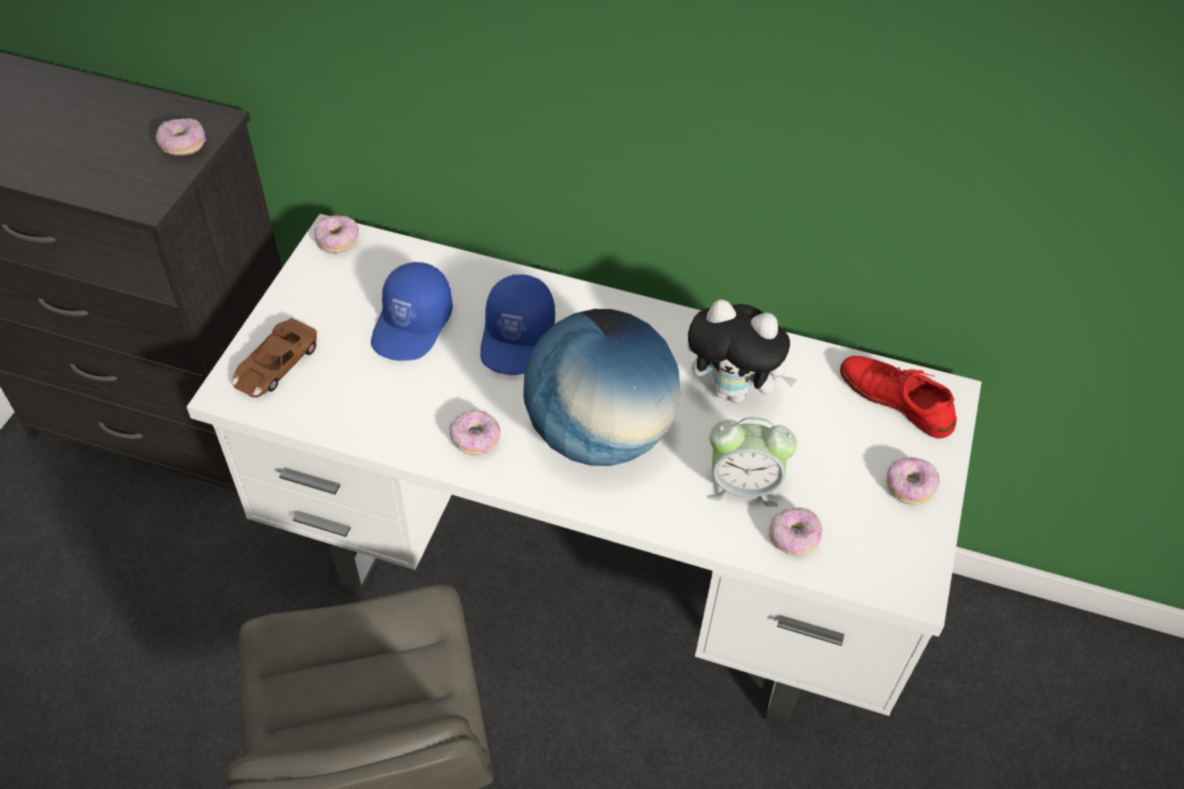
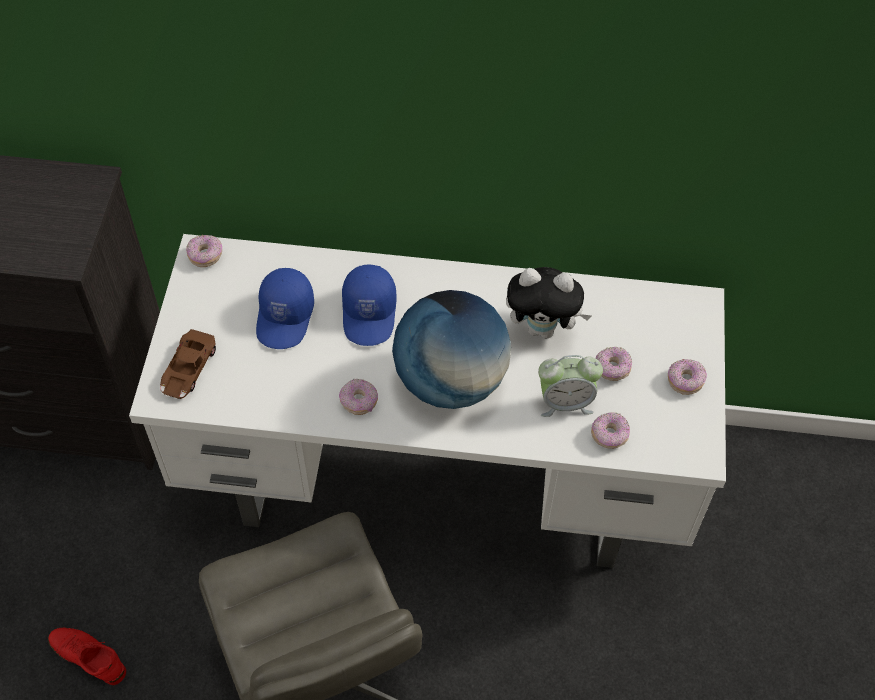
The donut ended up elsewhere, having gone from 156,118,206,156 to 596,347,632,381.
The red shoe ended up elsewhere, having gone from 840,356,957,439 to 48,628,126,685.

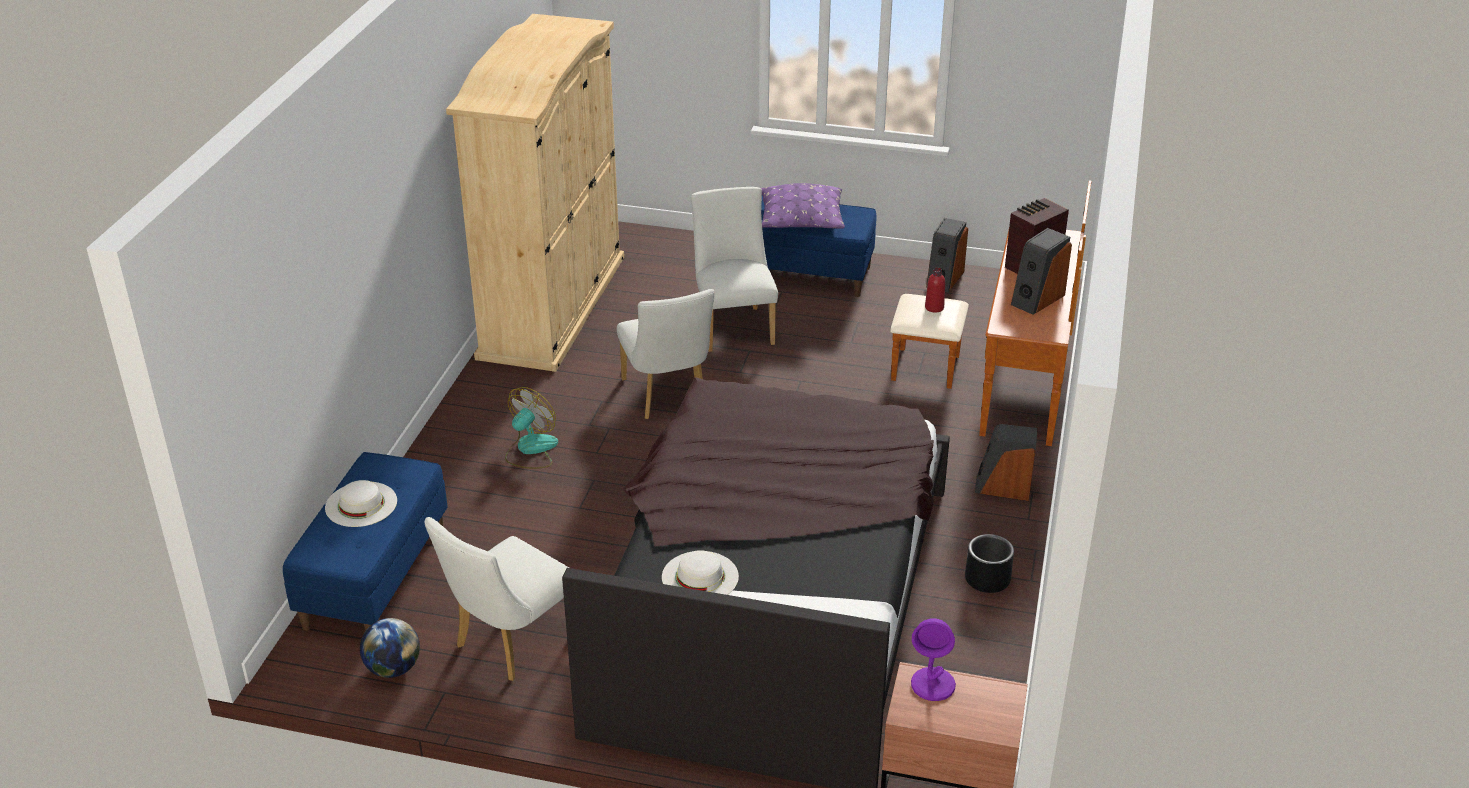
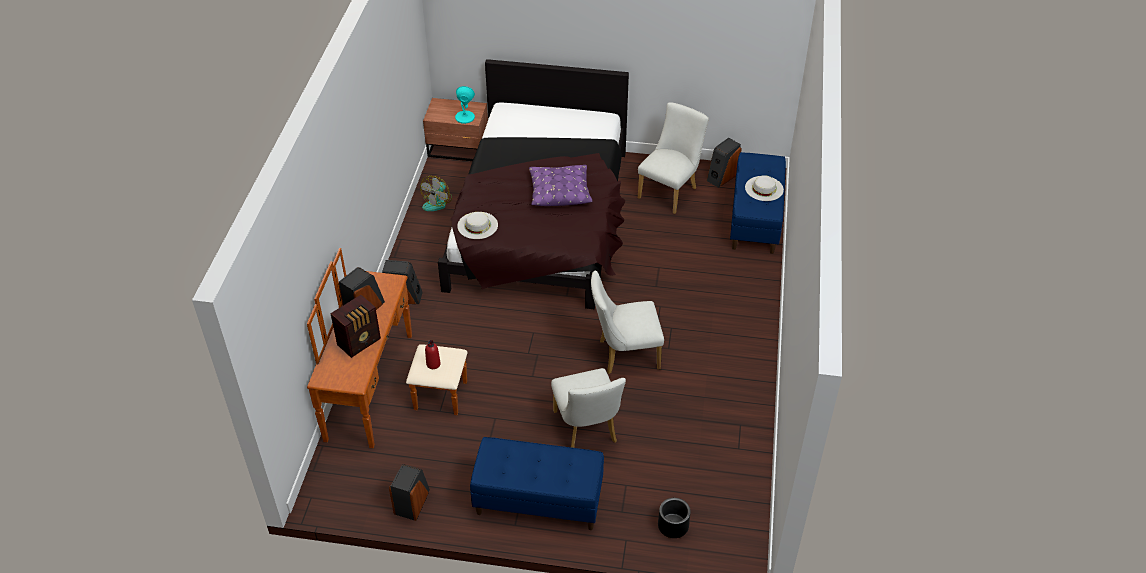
The second view lost the beige wardrobe at 446,14,624,372.
The purple pillow ended up elsewhere, having gone from 761,183,845,229 to 529,165,592,206.
The white chair at 617,289,715,419 ended up facing another way, 75 degrees counterclockwise from before.
The fan ended up elsewhere, having gone from 505,387,558,469 to 420,176,452,211.
The black planter ended up elsewhere, having gone from 965,534,1014,593 to 658,498,691,538.
The white hat ended up elsewhere, having gone from 662,550,739,595 to 457,212,498,239.
Where the globe stood at 360,618,420,678, the speaker came to stand at 707,138,742,188.
What was the purple table lamp at 911,618,956,701 turned into the turquoise table lamp at 455,86,475,124.

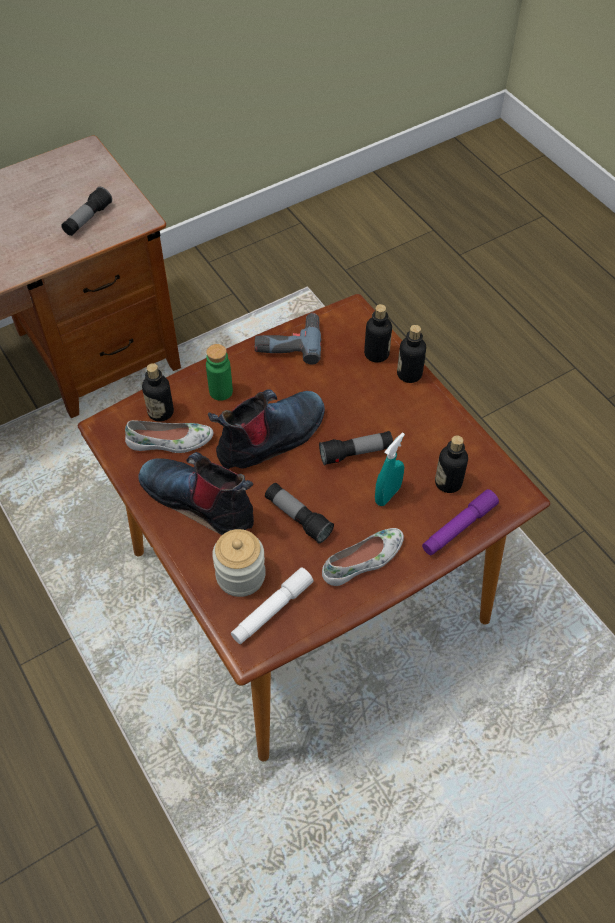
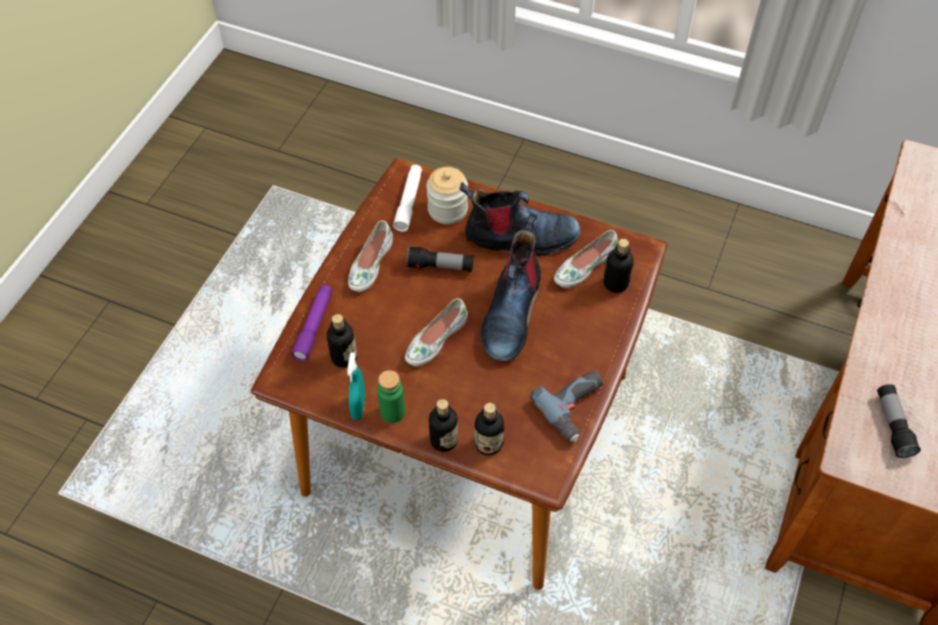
The green bottle ended up elsewhere, having gone from 206,344,233,401 to 377,370,405,423.
Where the flashlight stood at 319,431,393,466, the white shoe came to stand at 405,298,468,366.
The turquoise spray bottle ended up elsewhere, having gone from 375,433,405,506 to 347,353,365,420.

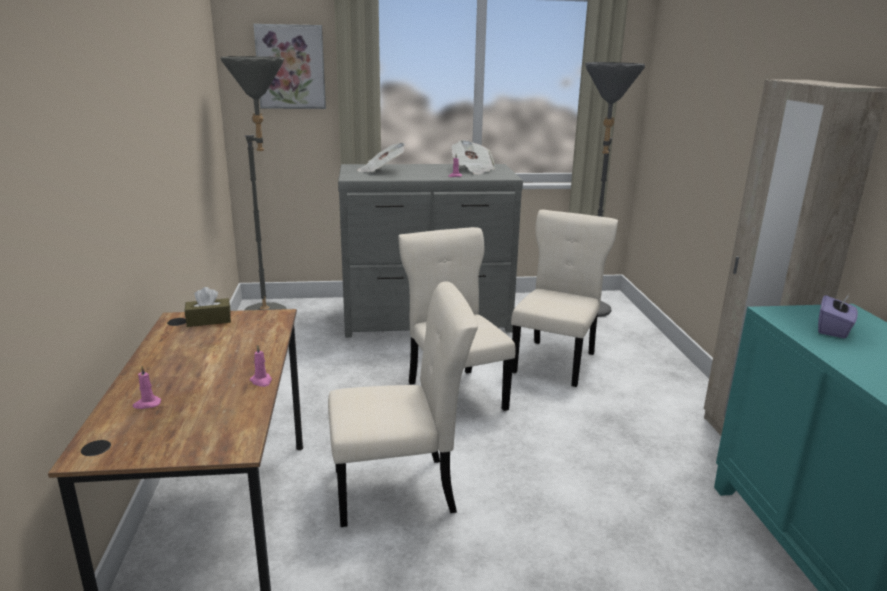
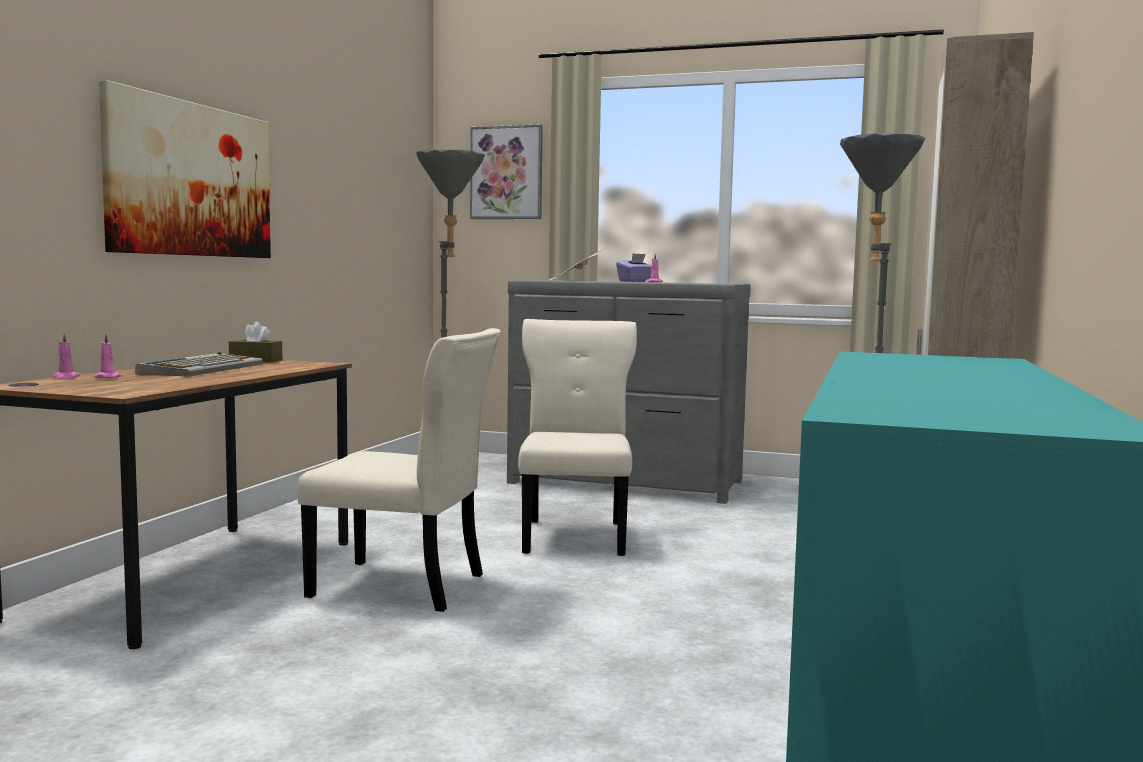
The second view lost the newspaper at 451,140,495,174.
The second view lost the beige chair at 511,210,618,387.
The purple tissue box ended up elsewhere, having gone from 818,294,858,339 to 616,253,652,282.
The pink candle ended up elsewhere, having gone from 249,345,272,387 to 53,333,80,380.
The second view gained the picture at 99,80,271,258.
The second view gained the keyboard at 135,353,263,377.

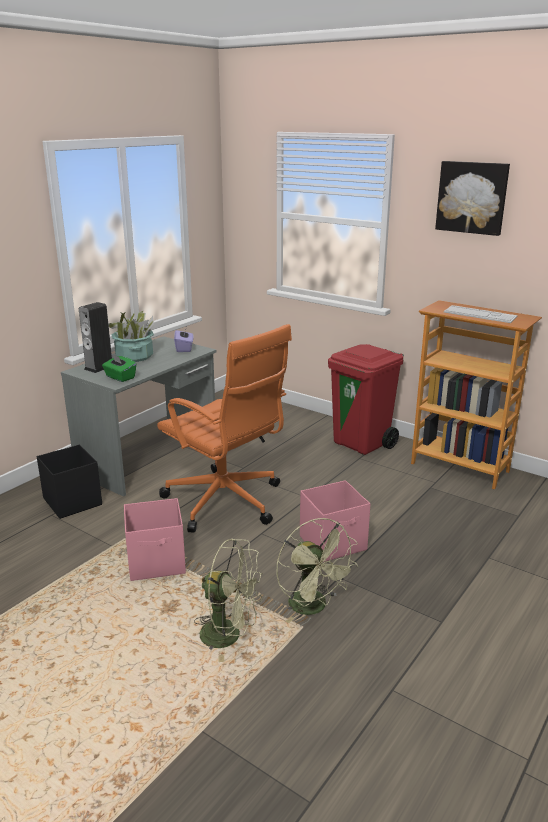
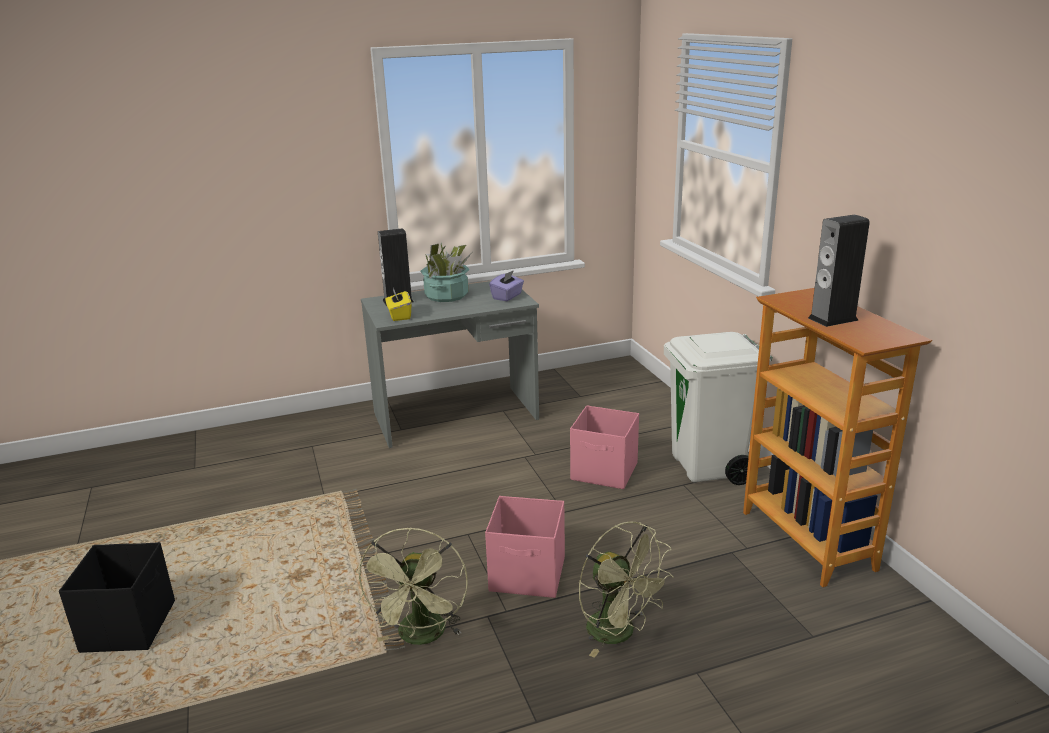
The second view lost the picture at 435,161,510,236.
Where the keyboard stood at 444,305,518,323, the speaker came to stand at 808,215,870,327.
The second view lost the orange office chair at 157,324,292,533.
What was the red trash can at 328,344,404,455 turned into the white trash can at 664,332,773,485.
What was the green tissue box at 102,353,136,382 turned into the yellow tissue box at 385,288,411,321.
The black storage box ended up elsewhere, having gone from 37,445,102,519 to 59,542,175,653.
The pink storage box ended up elsewhere, having gone from 124,498,186,581 to 570,405,639,489.
The green fan ended up elsewhere, having gone from 194,538,263,662 to 579,521,674,658.

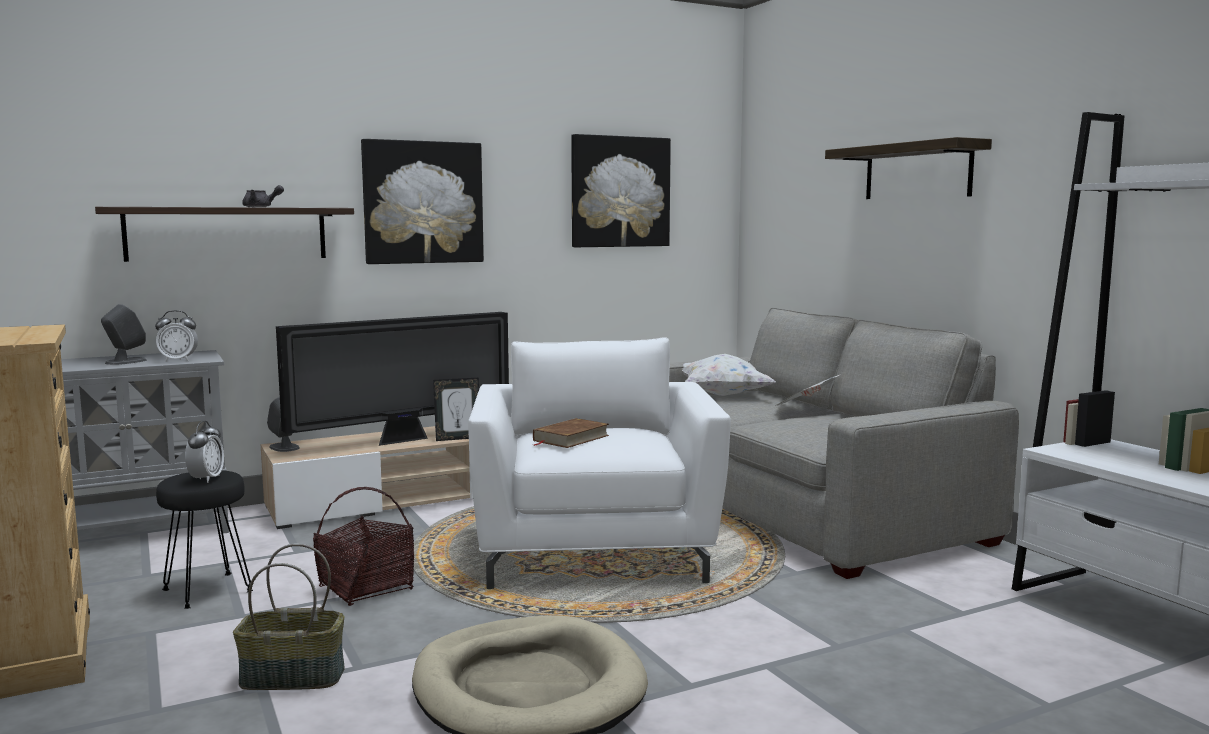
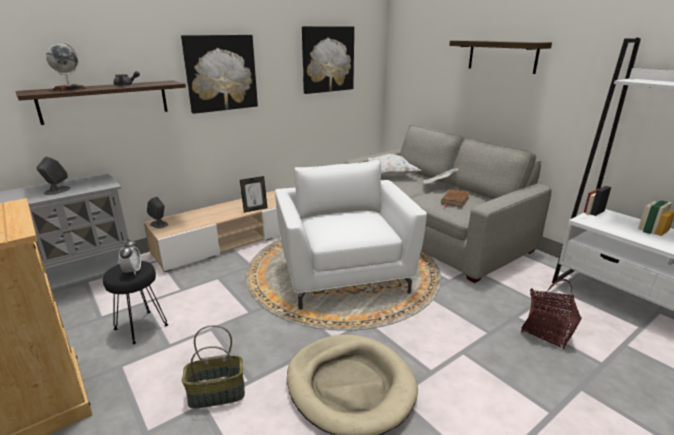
The second view lost the alarm clock at 155,310,198,362.
The second view lost the television at 276,312,509,446.
The brown book ended up elsewhere, having gone from 533,418,609,448 to 441,189,470,208.
The basket ended up elsewhere, having gone from 313,487,414,606 to 521,279,581,349.
The second view gained the globe at 46,42,86,91.

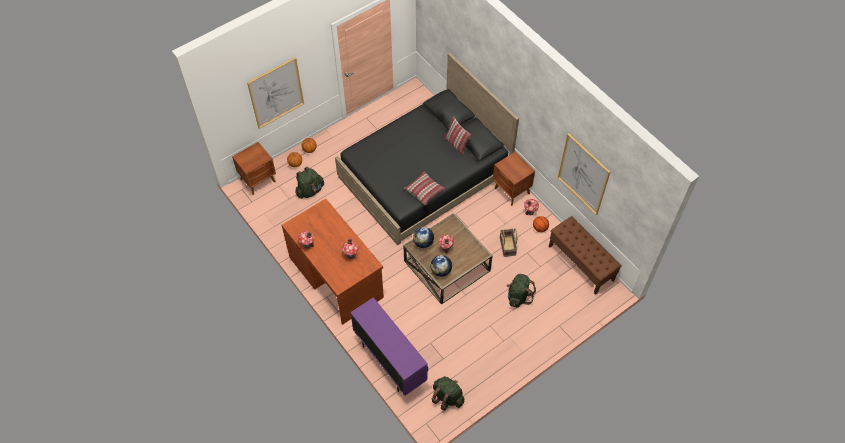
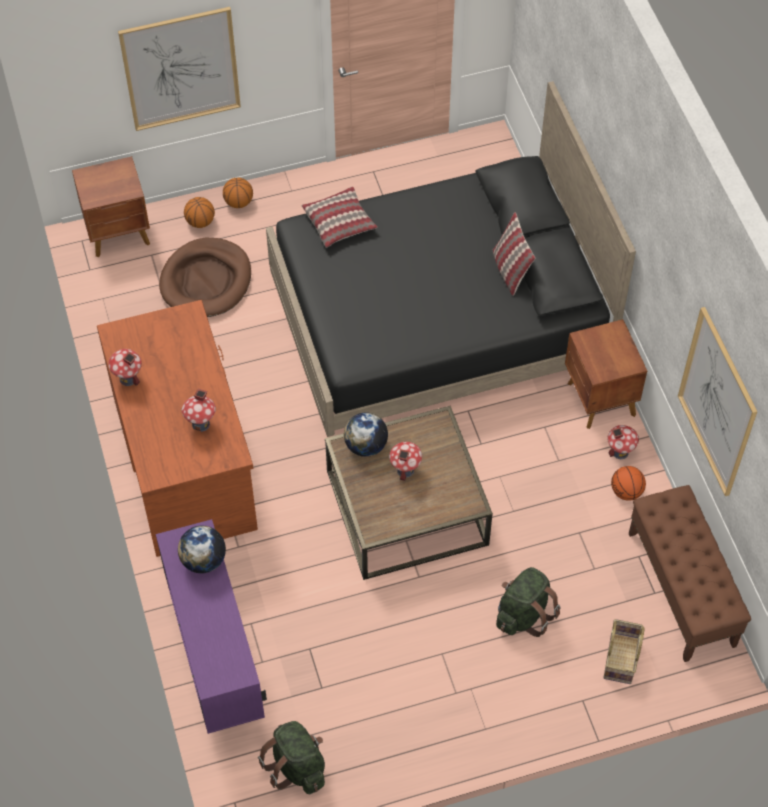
Where the green backpack stood at 295,167,324,199, the brown dog bed came to stand at 159,237,251,317.
The pillow ended up elsewhere, having gone from 405,172,445,205 to 301,187,377,248.
The basket ended up elsewhere, having gone from 500,228,517,257 to 603,619,644,684.
The globe ended up elsewhere, having gone from 431,255,452,277 to 178,526,226,573.

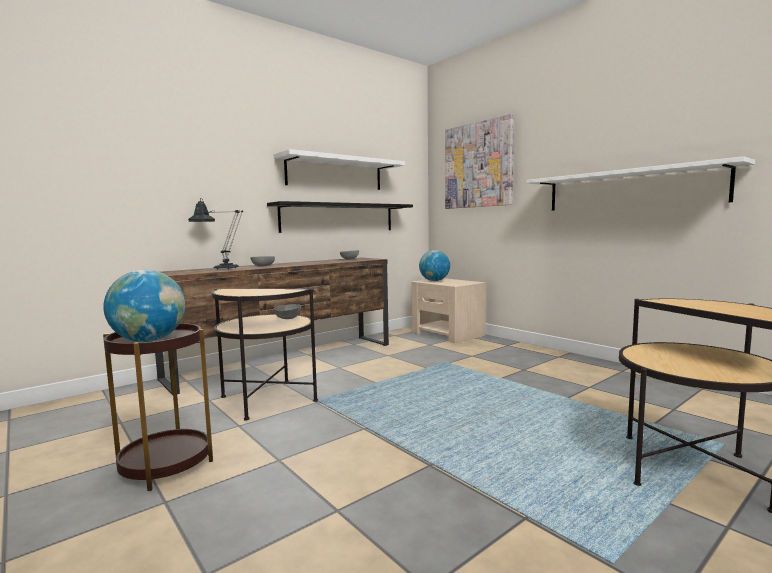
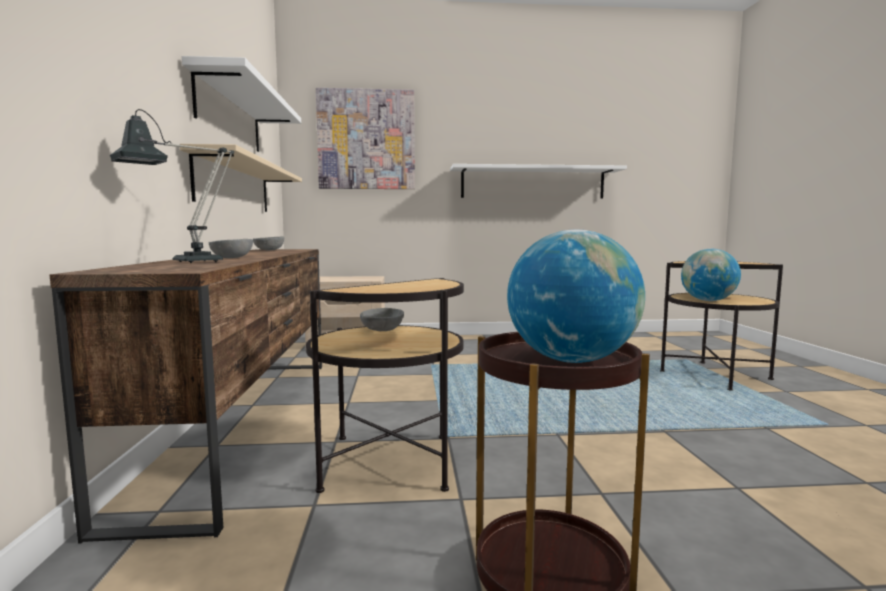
What was the black shelf at 267,201,413,233 turned into the beige shelf at 180,144,302,212.
The globe ended up elsewhere, having gone from 419,250,450,281 to 681,249,741,301.

